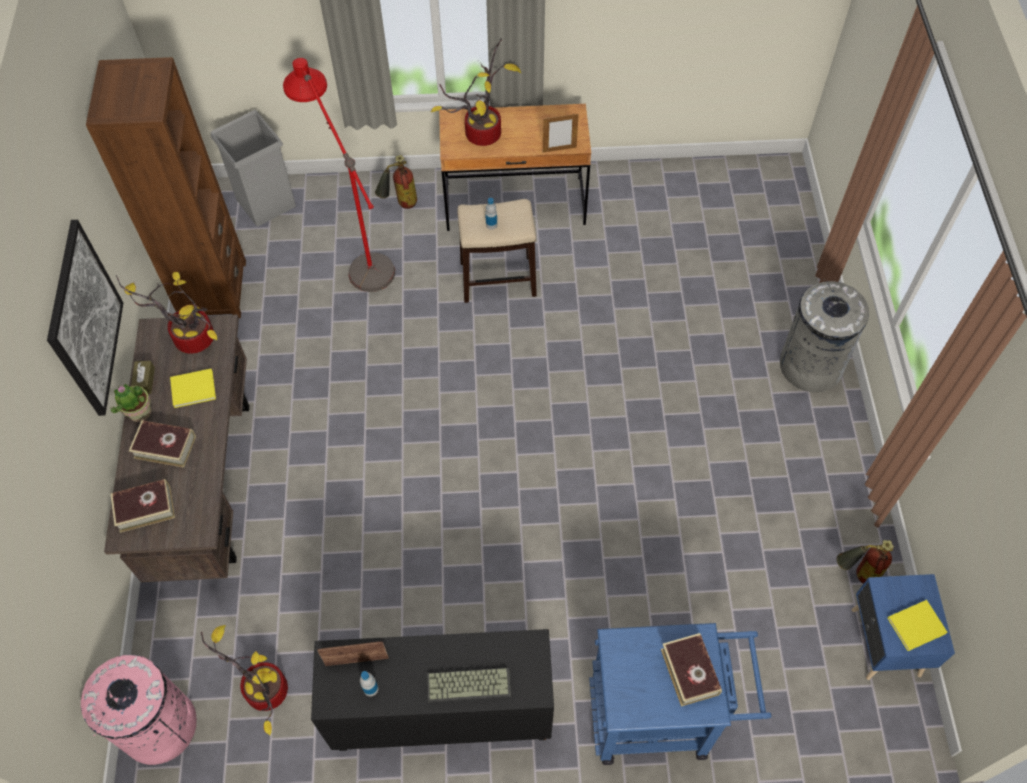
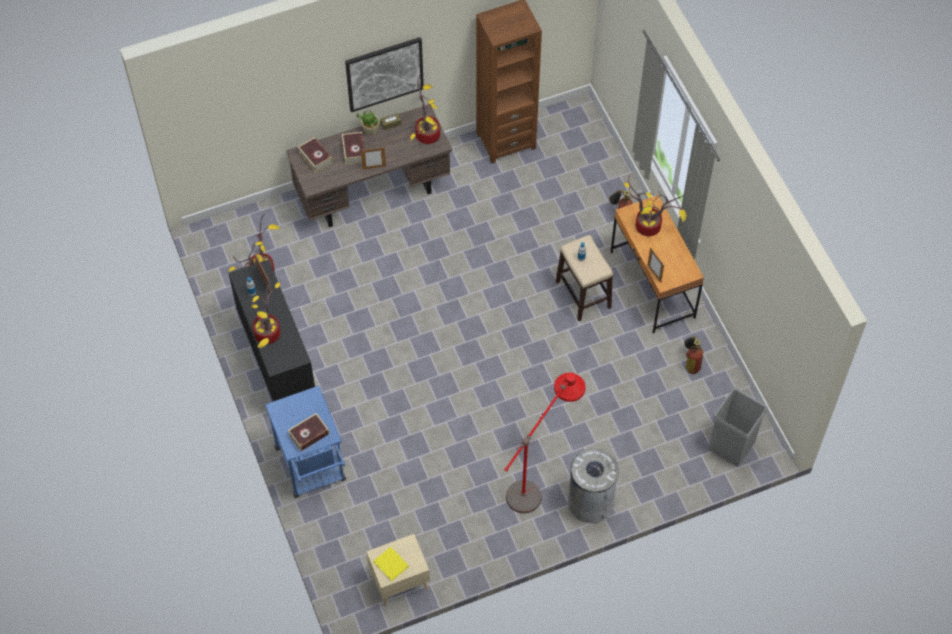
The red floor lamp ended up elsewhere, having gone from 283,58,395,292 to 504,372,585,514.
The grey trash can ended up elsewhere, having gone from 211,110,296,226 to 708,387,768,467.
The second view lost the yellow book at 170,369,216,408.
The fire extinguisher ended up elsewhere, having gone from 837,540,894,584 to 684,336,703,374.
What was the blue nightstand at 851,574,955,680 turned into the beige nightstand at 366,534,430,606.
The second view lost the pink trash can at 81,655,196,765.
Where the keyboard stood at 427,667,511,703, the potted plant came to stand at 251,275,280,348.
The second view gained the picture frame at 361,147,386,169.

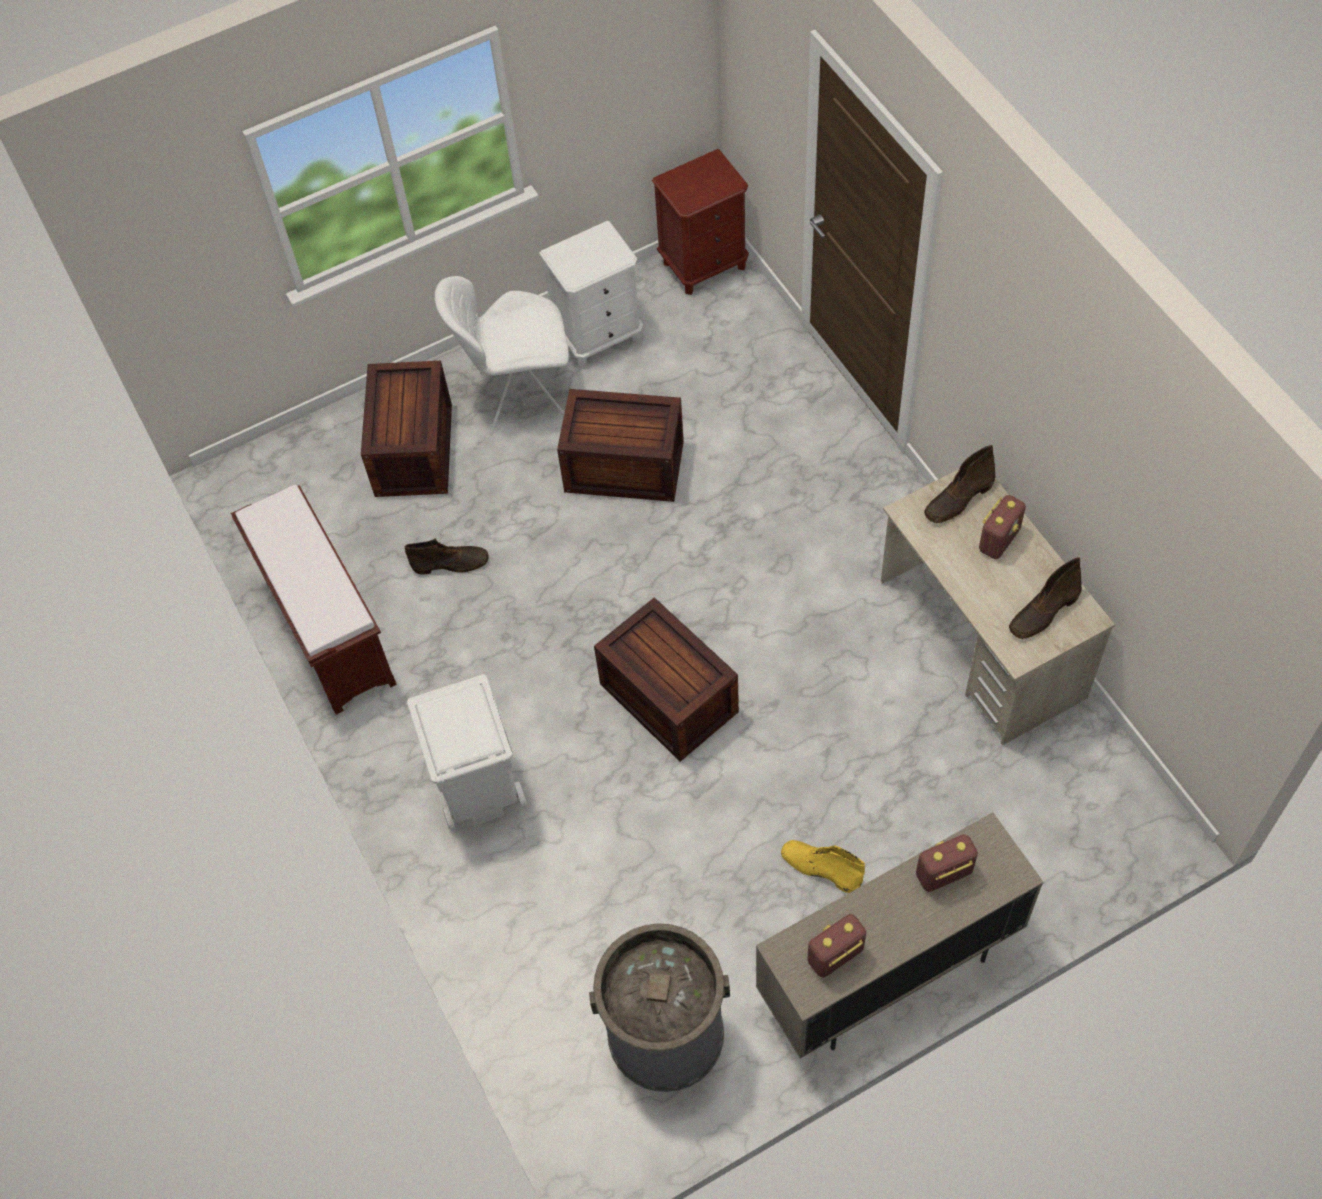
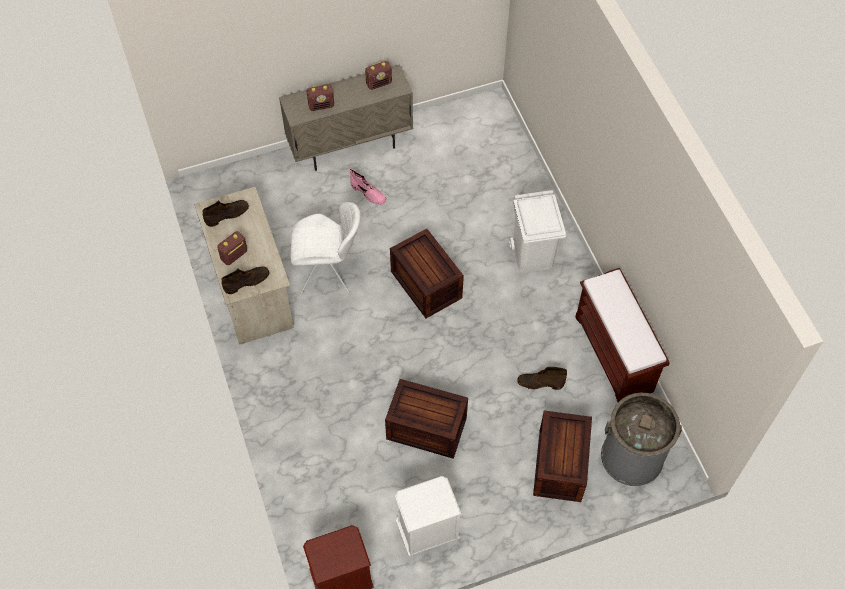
The white chair ended up elsewhere, having gone from 435,276,569,435 to 290,202,360,294.
What was the yellow boot at 781,840,865,893 turned into the pink boot at 350,169,386,205.
The grey trash can ended up elsewhere, having gone from 589,923,730,1092 to 601,393,682,486.

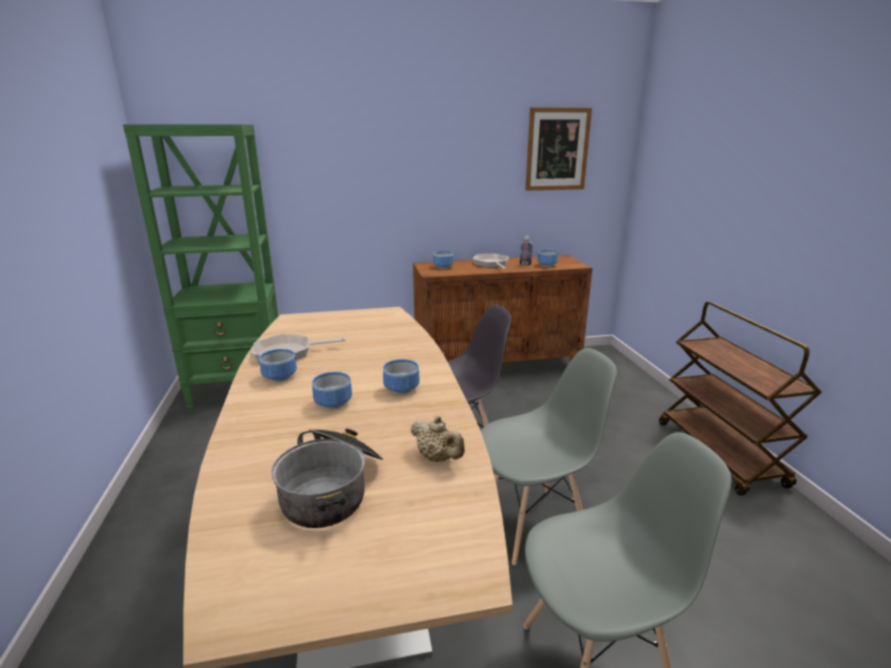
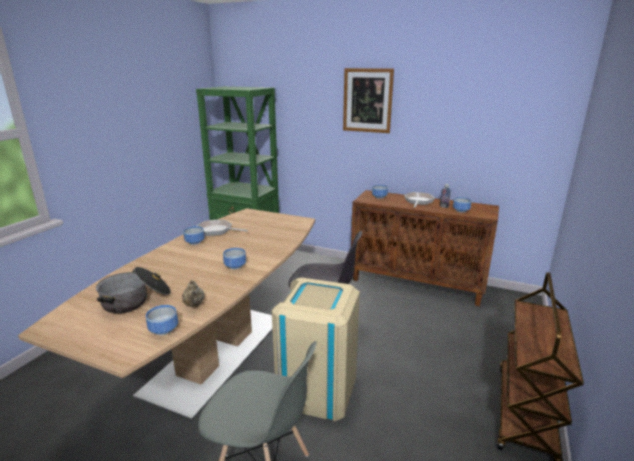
The picture ended up elsewhere, having gone from 525,107,592,191 to 343,68,394,133.
Where the grey chair stood at 481,348,617,565, the beige trash can came to stand at 272,277,360,421.
The bowl ended up elsewhere, having gone from 312,372,352,409 to 146,305,178,335.

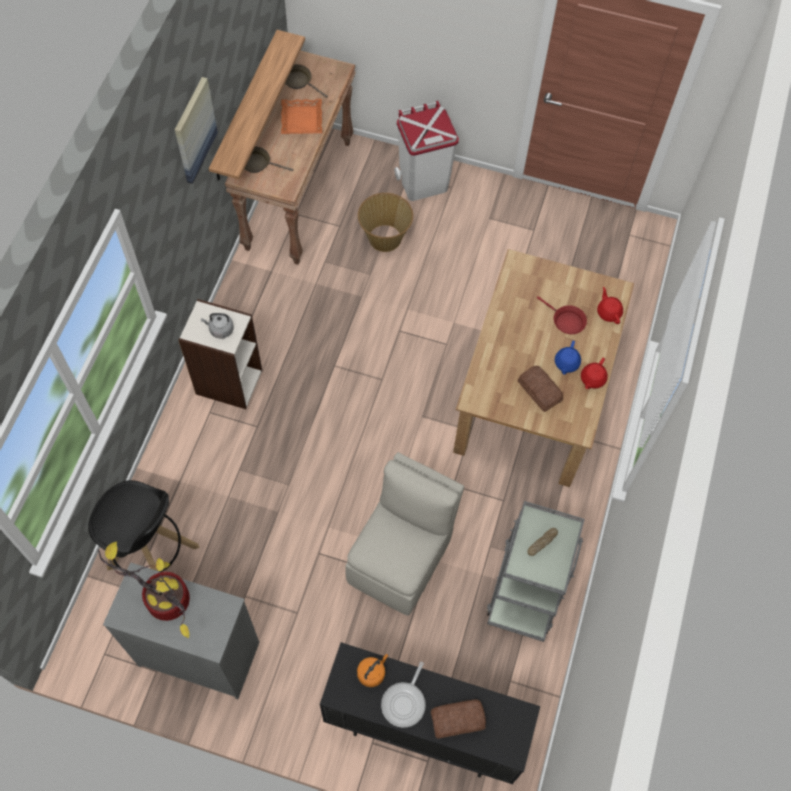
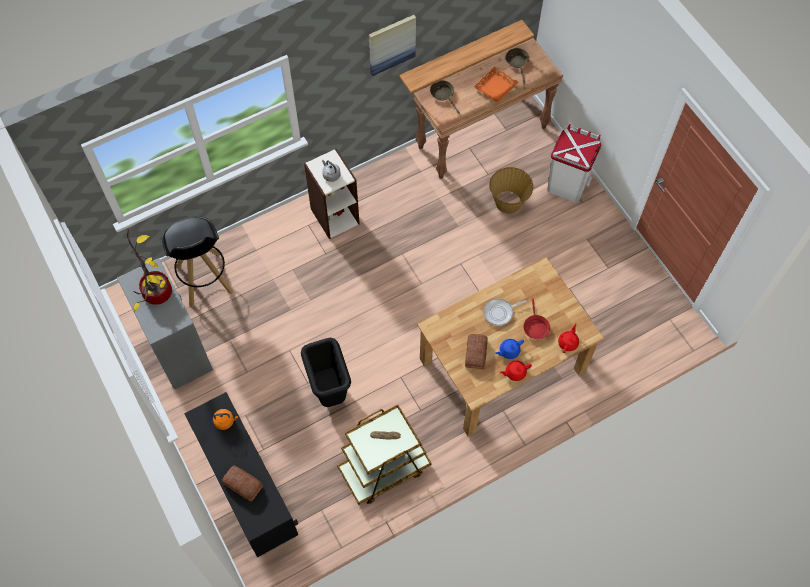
Where the beige chair stood at 345,452,464,616, the black trash can came to stand at 301,338,351,407.
What was the grey cart at 486,501,585,642 turned into the brown cart at 337,404,432,505.
The frying pan ended up elsewhere, having gone from 381,662,426,728 to 484,298,527,326.

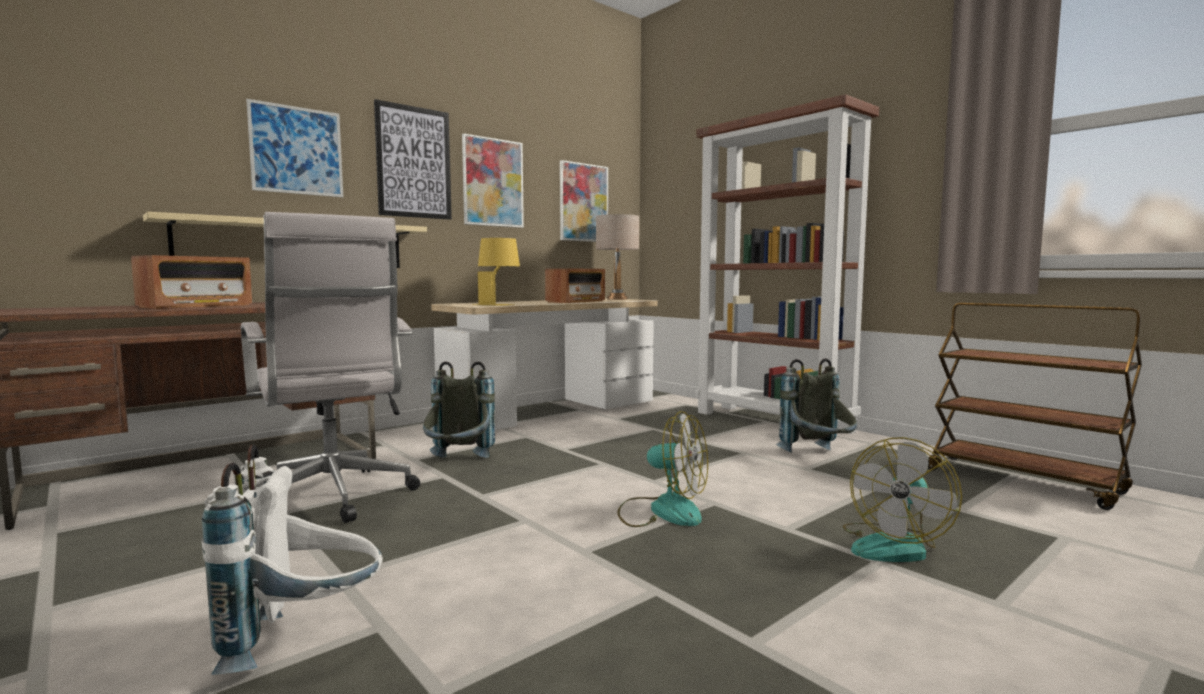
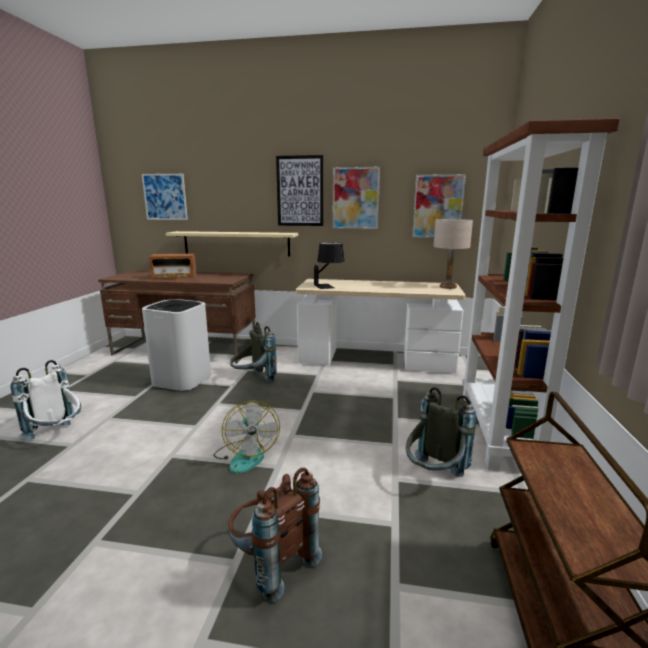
The picture ended up elsewhere, having gone from 246,99,343,197 to 142,174,188,220.
Where the white office chair stood at 241,212,420,523, the white trash can came to stand at 142,299,211,391.
What was the yellow table lamp at 474,238,520,306 turned into the black table lamp at 314,242,345,289.
The second view lost the radio at 545,268,605,303.
Where the fan stood at 843,437,962,562, the brown backpack came to stand at 227,468,322,603.

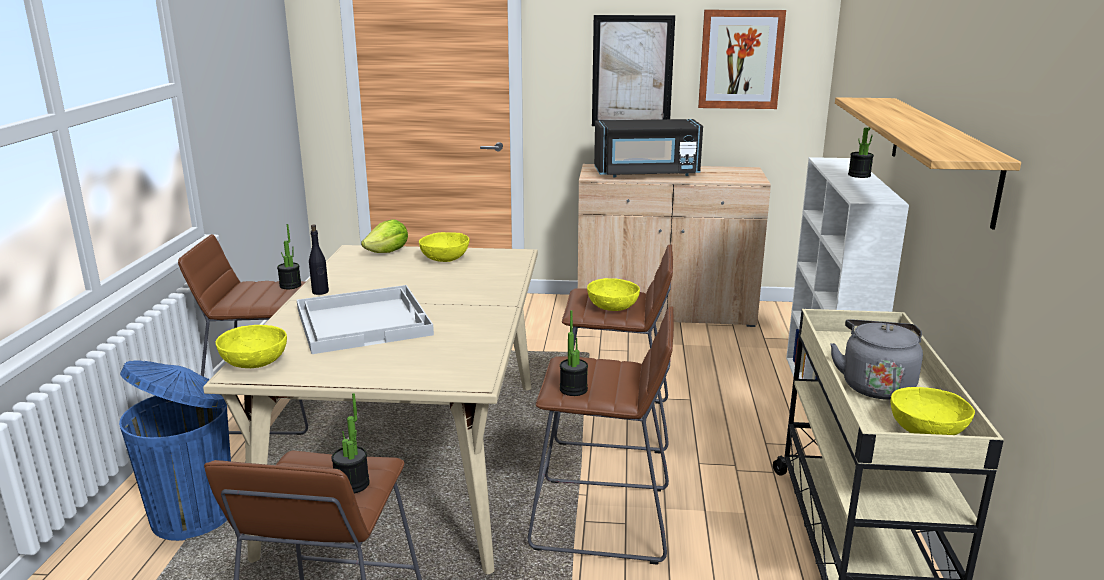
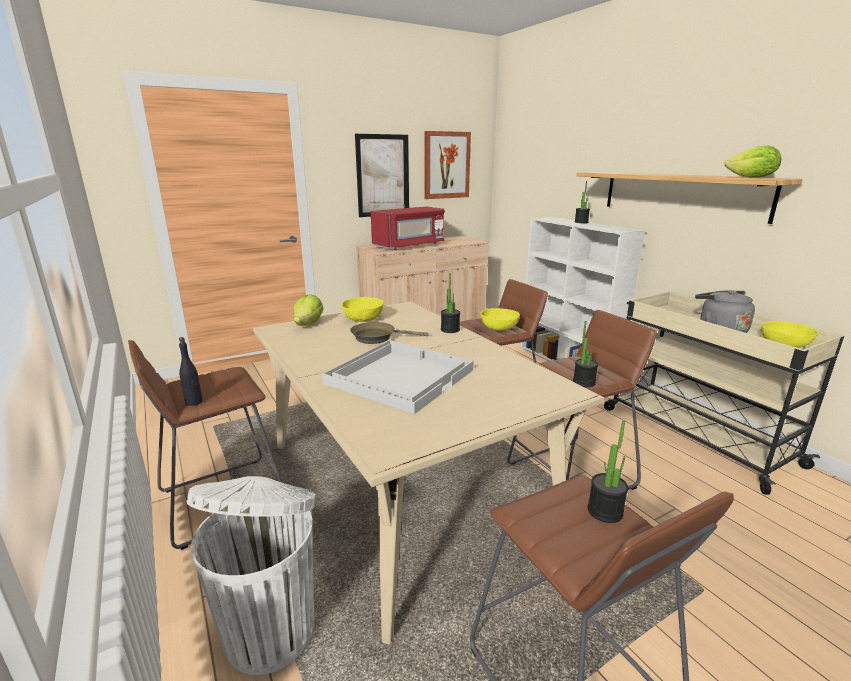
What was the black microwave at 594,119,703,177 turned into the red microwave at 371,207,445,250.
The potted plant ended up elsewhere, having gone from 277,224,301,289 to 441,273,460,333.
The black bottle ended up elsewhere, having gone from 309,225,329,295 to 179,337,203,406.
The second view lost the yellow bowl at 215,325,287,368.
What was the blue trash can at 119,360,231,541 turned into the white trash can at 186,476,315,676.
The second view gained the lettuce at 725,146,781,178.
The second view gained the brown frying pan at 350,322,429,344.

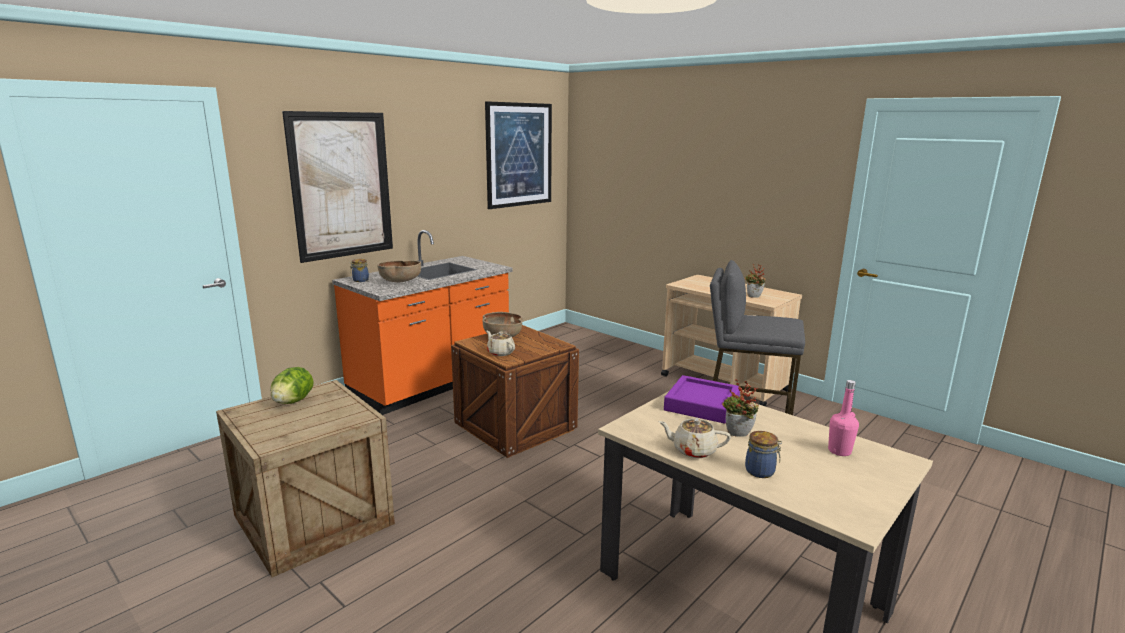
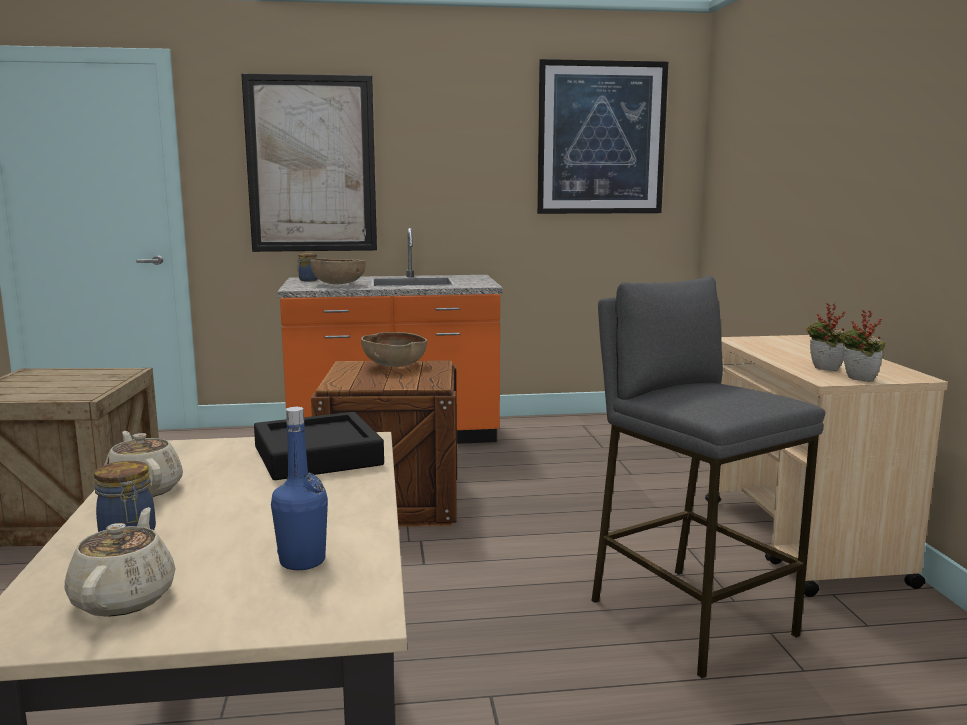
The beige teapot ended up elsewhere, having gone from 486,331,515,356 to 65,507,175,617.
The second view lost the lettuce at 271,367,314,404.
What was the purple tray at 664,375,740,424 turned into the black tray at 254,412,384,480.
The potted plant ended up elsewhere, having gone from 722,380,759,437 to 839,310,886,381.
What was the pink bottle at 828,380,859,456 turned into the blue bottle at 271,407,328,570.

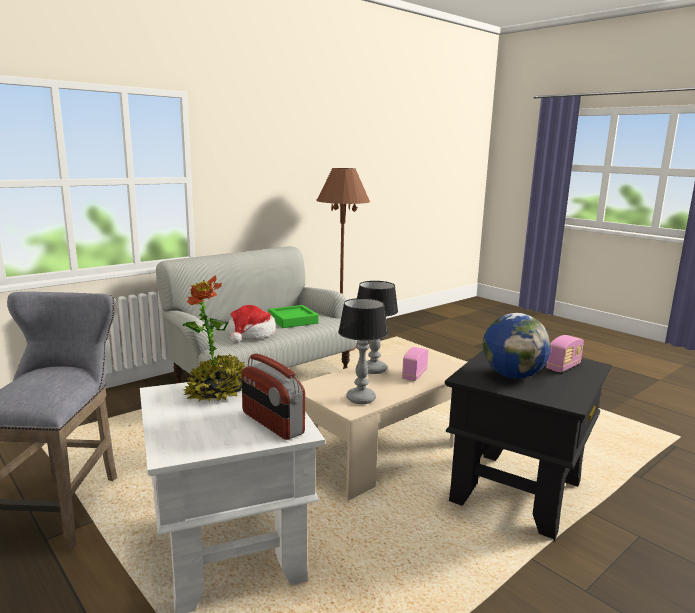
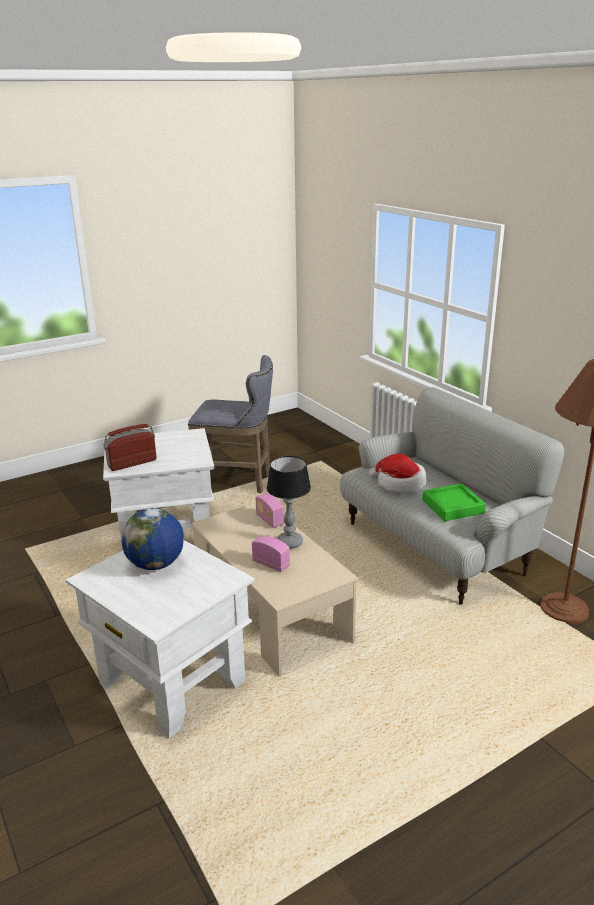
The second view lost the potted plant at 183,275,245,402.
The second view lost the table lamp at 338,298,388,404.
The radio ended up elsewhere, having gone from 546,335,584,372 to 255,493,284,528.
What was the black side table at 445,350,612,541 turned into the white side table at 66,540,255,738.

